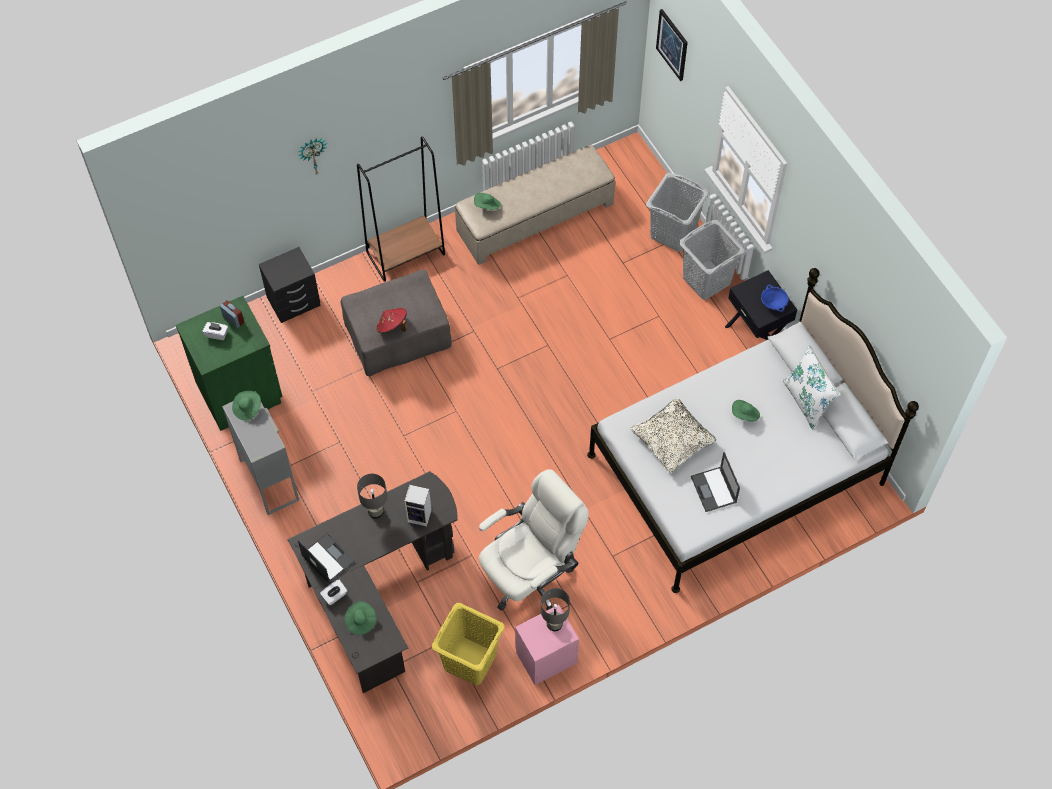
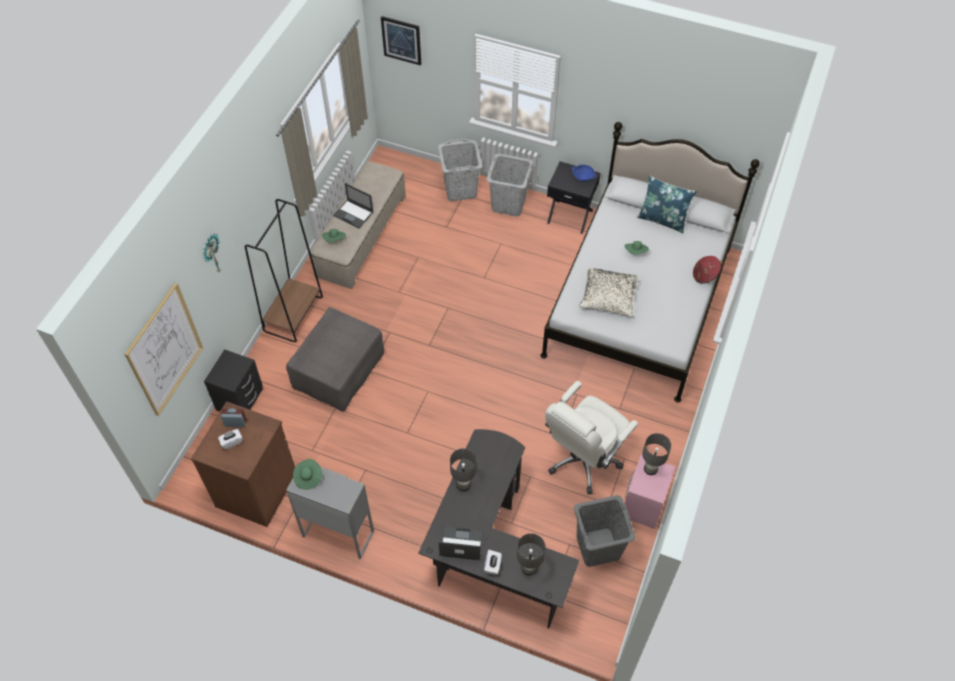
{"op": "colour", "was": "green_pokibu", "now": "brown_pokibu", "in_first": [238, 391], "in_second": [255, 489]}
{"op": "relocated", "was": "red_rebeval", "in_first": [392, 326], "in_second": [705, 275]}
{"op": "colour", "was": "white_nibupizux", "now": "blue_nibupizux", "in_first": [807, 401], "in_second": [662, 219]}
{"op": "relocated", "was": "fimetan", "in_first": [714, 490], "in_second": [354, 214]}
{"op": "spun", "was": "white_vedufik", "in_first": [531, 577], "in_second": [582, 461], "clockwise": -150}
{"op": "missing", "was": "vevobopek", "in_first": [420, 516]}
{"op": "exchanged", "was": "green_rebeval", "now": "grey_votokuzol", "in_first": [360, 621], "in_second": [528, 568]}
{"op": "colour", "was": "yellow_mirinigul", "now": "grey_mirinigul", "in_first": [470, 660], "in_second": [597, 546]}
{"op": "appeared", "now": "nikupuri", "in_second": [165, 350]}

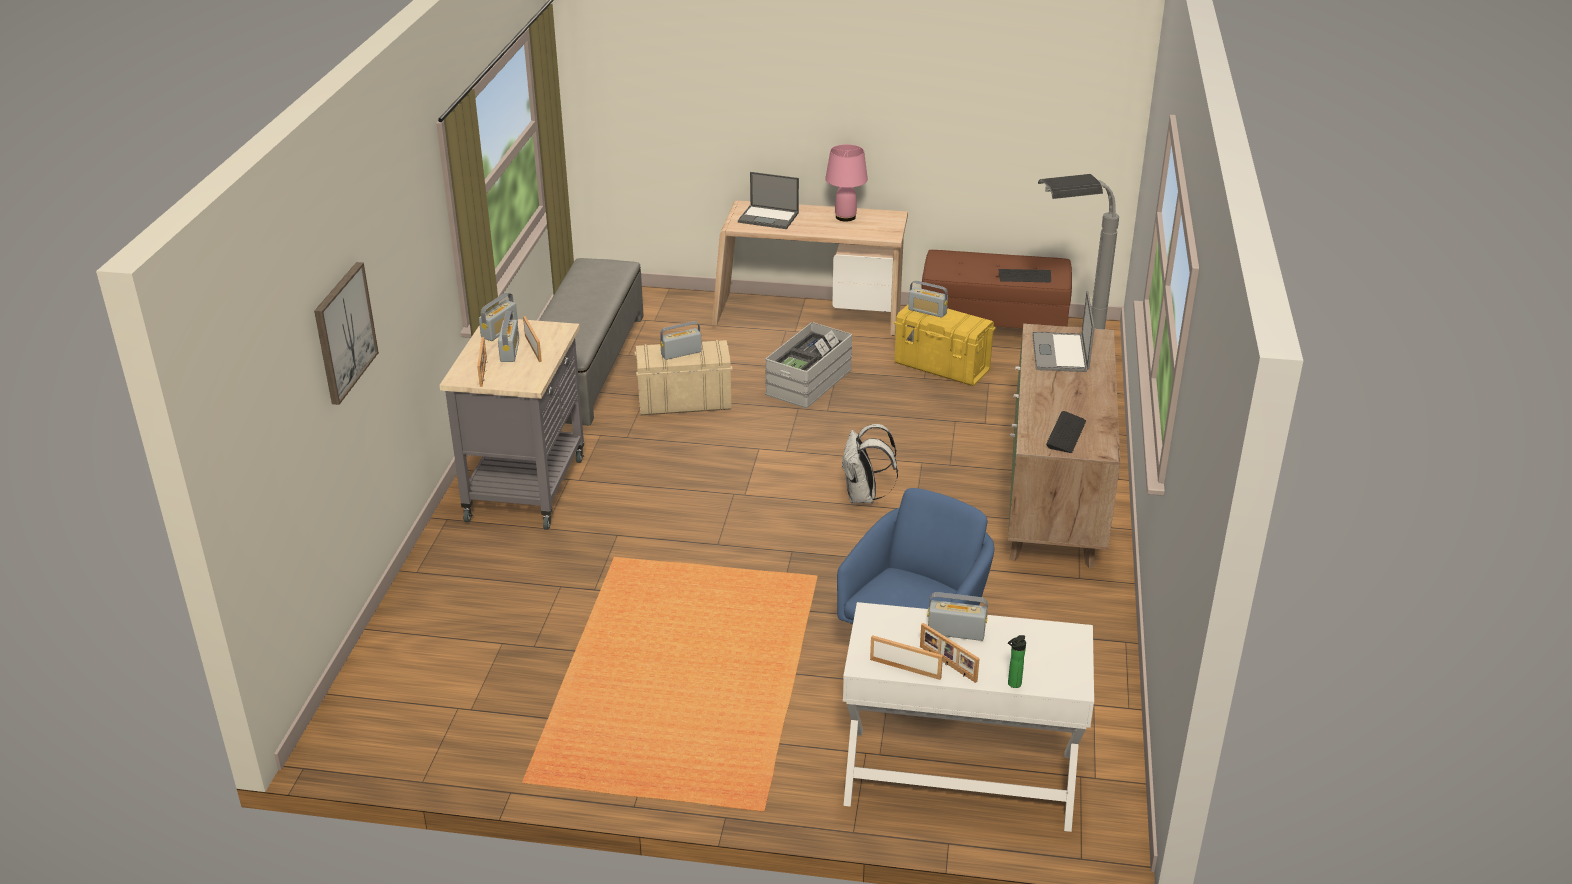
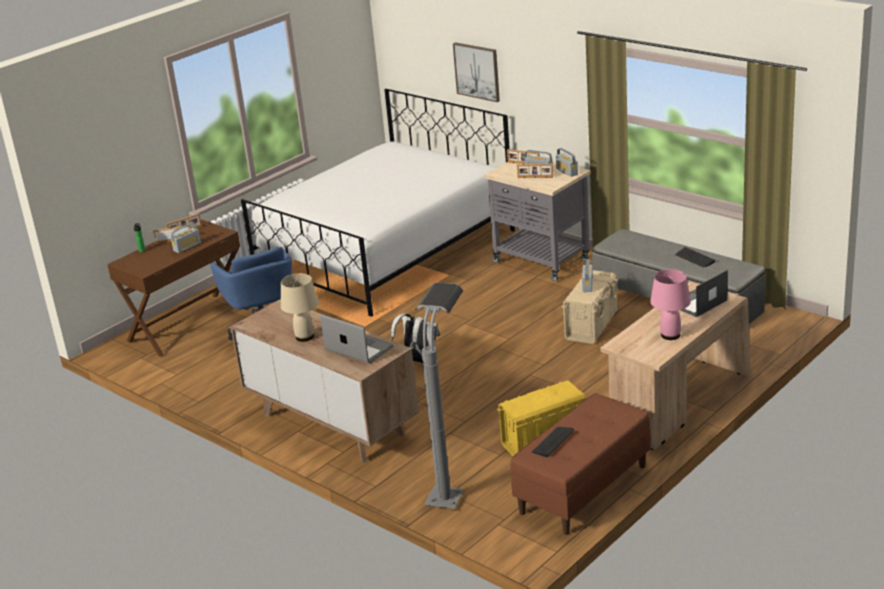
{"op": "missing", "was": "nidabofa", "in_first": [927, 311]}
{"op": "missing", "was": "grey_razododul", "in_first": [808, 381]}
{"op": "relocated", "was": "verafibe", "in_first": [1066, 434], "in_second": [695, 258]}
{"op": "colour", "was": "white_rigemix", "now": "brown_rigemix", "in_first": [959, 779], "in_second": [188, 324]}
{"op": "appeared", "now": "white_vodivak", "in_second": [386, 251]}
{"op": "appeared", "now": "beige_votokuzol", "in_second": [304, 337]}

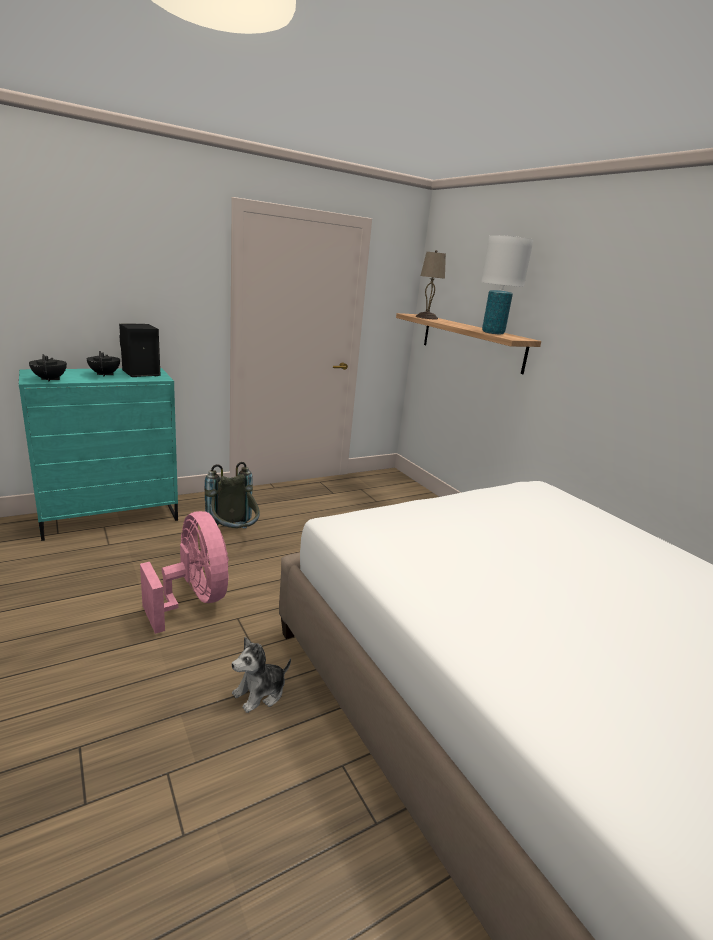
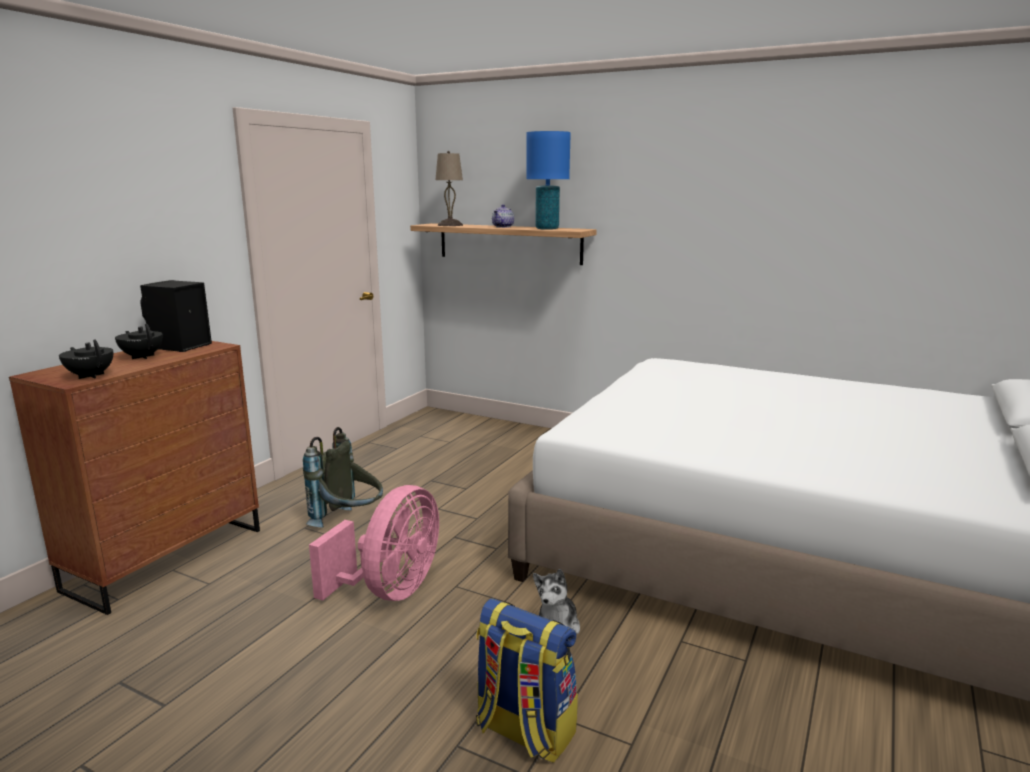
{"op": "colour", "was": "white_votokuzol", "now": "blue_votokuzol", "in_first": [493, 333], "in_second": [547, 229]}
{"op": "colour", "was": "turquoise_pokibu", "now": "brown_pokibu", "in_first": [110, 517], "in_second": [166, 558]}
{"op": "spun", "was": "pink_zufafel", "in_first": [193, 600], "in_second": [390, 590], "clockwise": 90}
{"op": "appeared", "now": "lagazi", "in_second": [503, 227]}
{"op": "appeared", "now": "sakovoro", "in_second": [523, 731]}

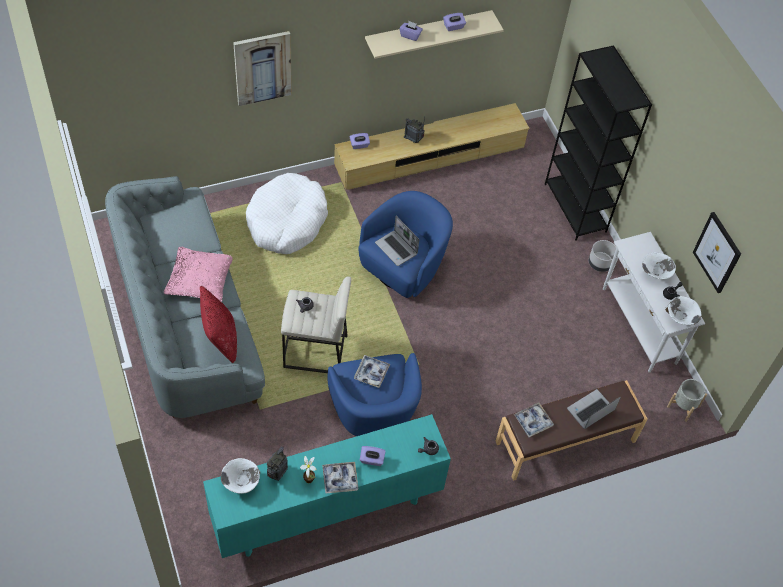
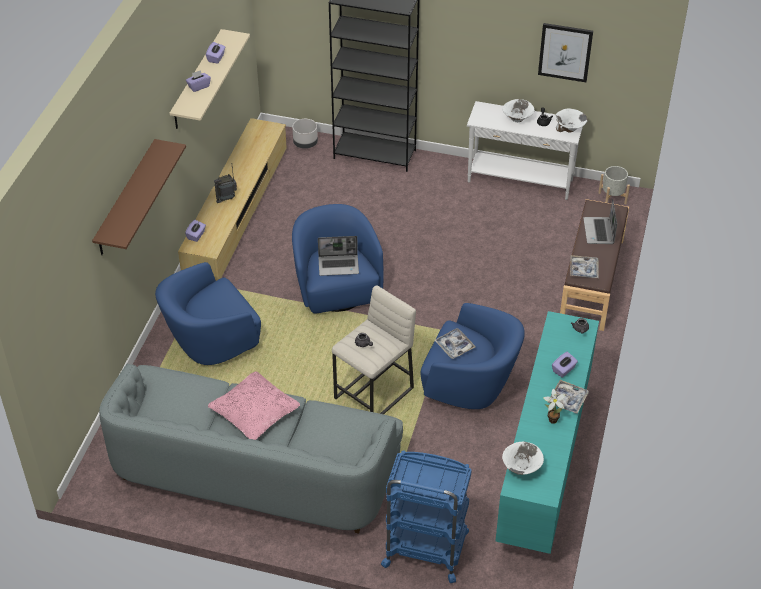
{"op": "exchanged", "was": "nikupuri", "now": "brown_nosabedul", "in_first": [262, 68], "in_second": [126, 198]}
{"op": "exchanged", "was": "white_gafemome", "now": "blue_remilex", "in_first": [287, 221], "in_second": [211, 342]}
{"op": "relocated", "was": "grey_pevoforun", "in_first": [600, 264], "in_second": [305, 143]}
{"op": "missing", "was": "red_nibupizux", "in_first": [220, 340]}
{"op": "missing", "was": "nidabofa", "in_first": [277, 473]}
{"op": "appeared", "now": "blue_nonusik", "in_second": [426, 549]}

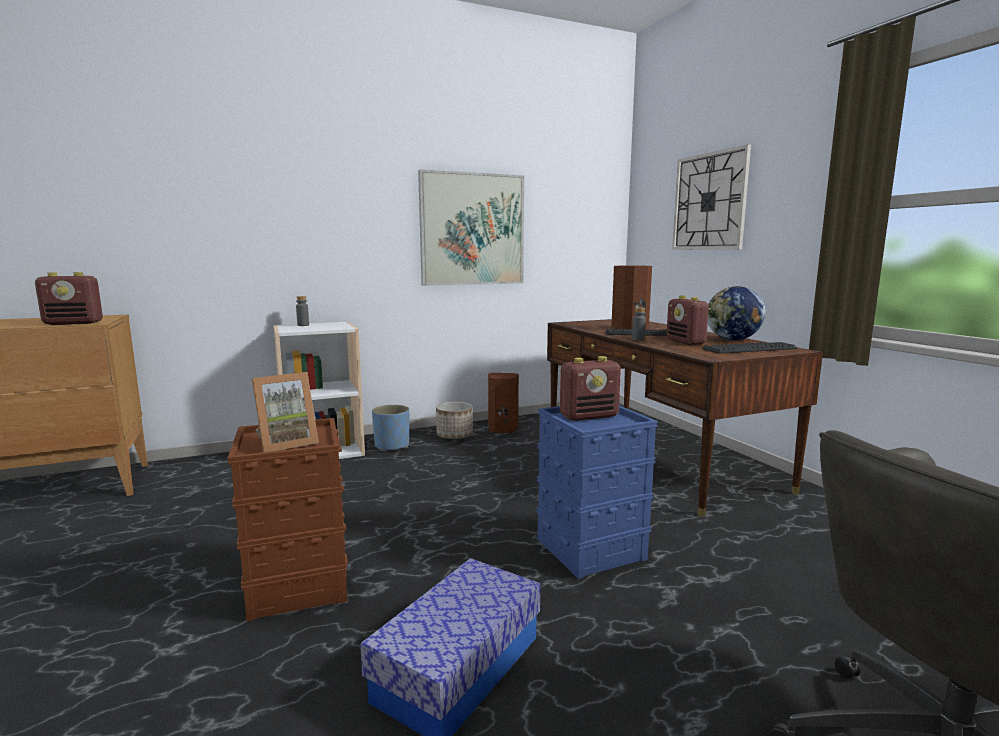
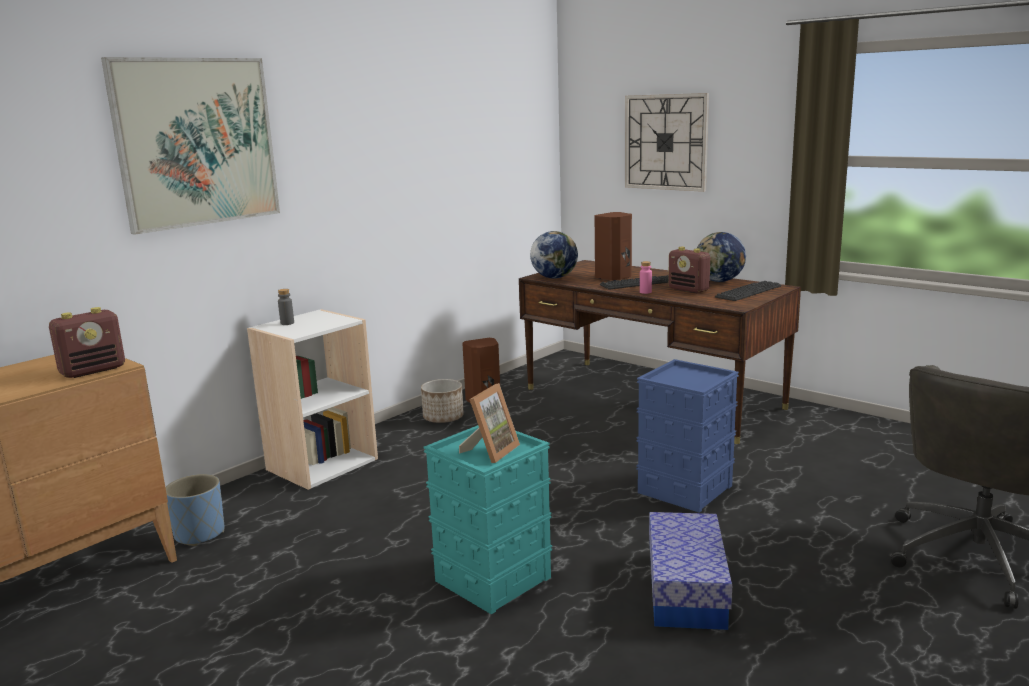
{"op": "relocated", "was": "nikupuri", "in_first": [472, 229], "in_second": [197, 142]}
{"op": "colour", "was": "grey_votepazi", "now": "pink_votepazi", "in_first": [638, 339], "in_second": [645, 292]}
{"op": "missing", "was": "nidabofa", "in_first": [589, 416]}
{"op": "relocated", "was": "blue_pevoforun", "in_first": [392, 446], "in_second": [199, 534]}
{"op": "colour", "was": "brown_razododul", "now": "turquoise_razododul", "in_first": [299, 584], "in_second": [493, 578]}
{"op": "appeared", "now": "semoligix", "in_second": [554, 277]}

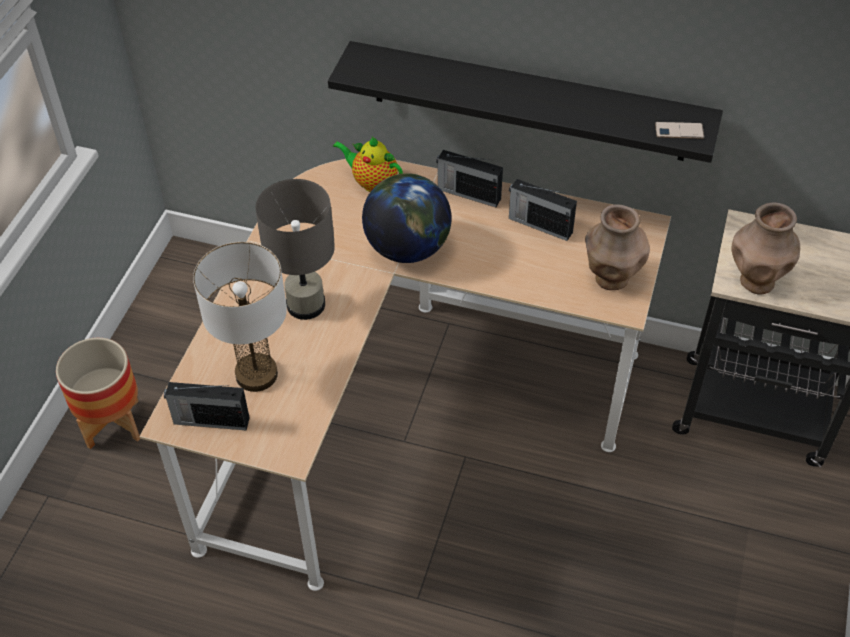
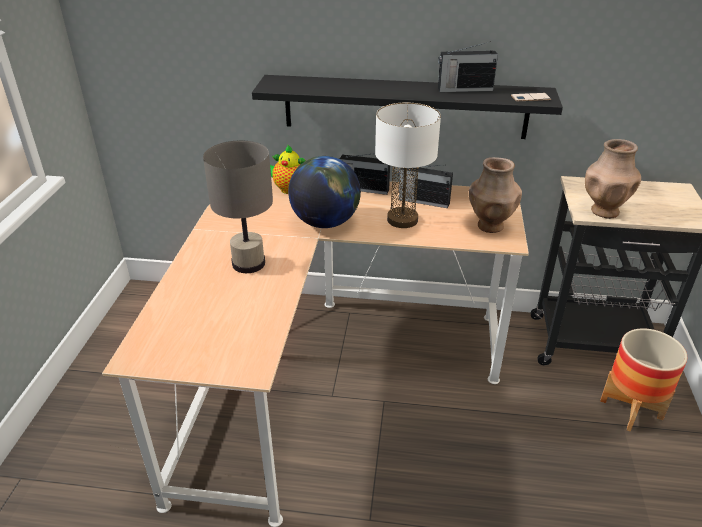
{"op": "relocated", "was": "votokuzol", "in_first": [256, 375], "in_second": [402, 220]}
{"op": "relocated", "was": "pevoforun", "in_first": [113, 424], "in_second": [631, 409]}
{"op": "relocated", "was": "nidabofa", "in_first": [210, 420], "in_second": [464, 89]}

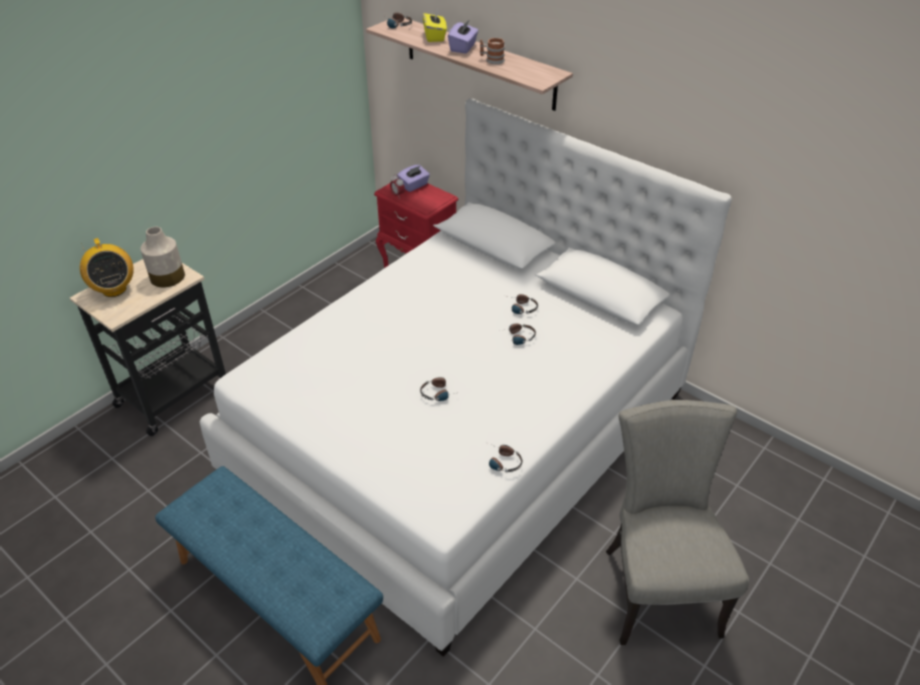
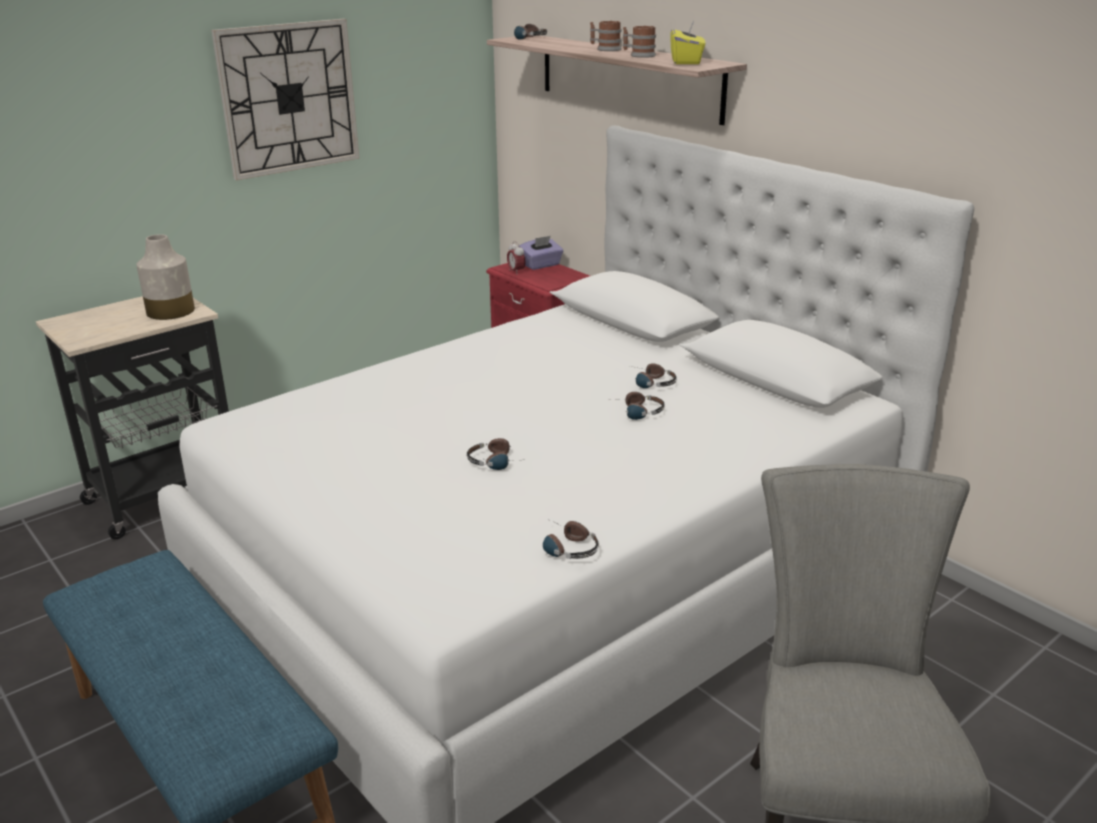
{"op": "relocated", "was": "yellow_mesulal", "in_first": [435, 36], "in_second": [686, 62]}
{"op": "exchanged", "was": "purple_mesulal", "now": "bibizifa", "in_first": [463, 47], "in_second": [605, 49]}
{"op": "missing", "was": "nidabofa", "in_first": [114, 289]}
{"op": "appeared", "now": "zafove", "in_second": [289, 98]}

